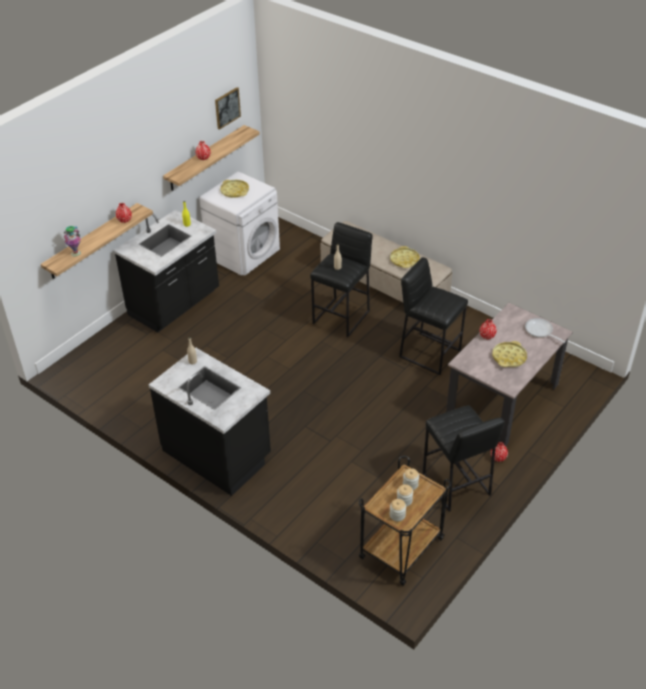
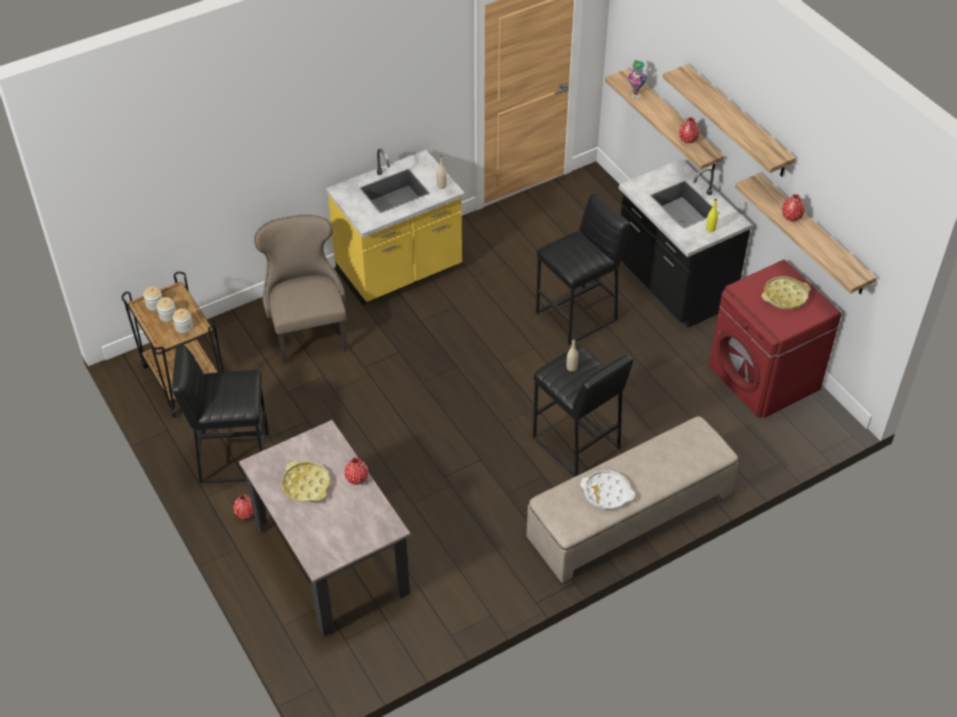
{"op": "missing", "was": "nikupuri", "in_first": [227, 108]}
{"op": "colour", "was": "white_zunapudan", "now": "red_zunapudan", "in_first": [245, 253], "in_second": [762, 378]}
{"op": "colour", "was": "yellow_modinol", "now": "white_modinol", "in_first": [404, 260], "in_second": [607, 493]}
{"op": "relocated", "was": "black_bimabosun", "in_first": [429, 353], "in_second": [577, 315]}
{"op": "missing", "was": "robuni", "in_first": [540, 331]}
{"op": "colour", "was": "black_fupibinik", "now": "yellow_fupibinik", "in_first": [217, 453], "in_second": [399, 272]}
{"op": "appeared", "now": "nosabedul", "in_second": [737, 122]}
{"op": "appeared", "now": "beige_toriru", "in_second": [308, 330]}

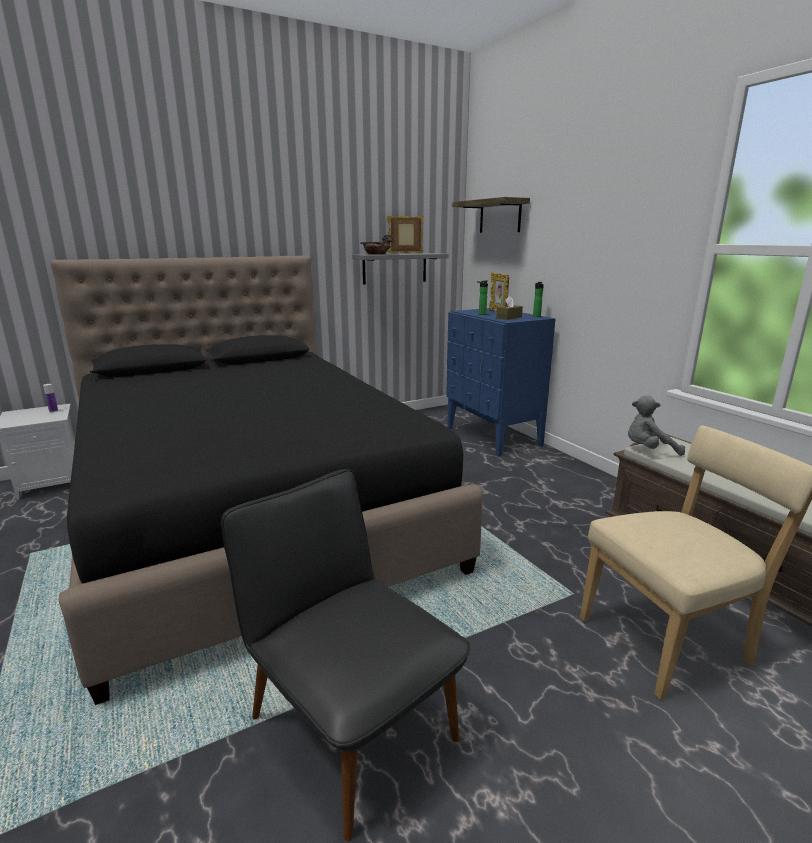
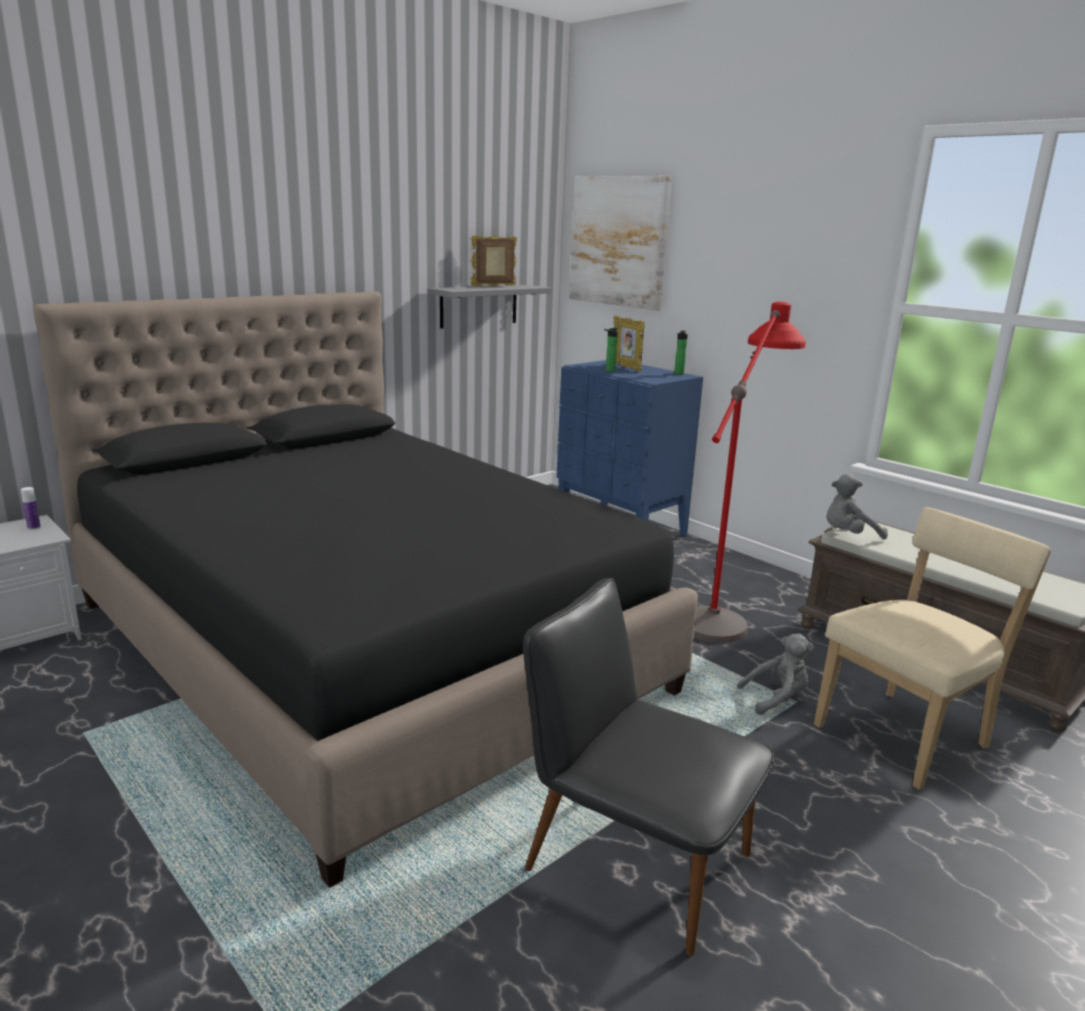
{"op": "exchanged", "was": "nosabedul", "now": "nikupuri", "in_first": [500, 216], "in_second": [618, 242]}
{"op": "missing", "was": "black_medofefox", "in_first": [376, 254]}
{"op": "missing", "was": "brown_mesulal", "in_first": [509, 317]}
{"op": "appeared", "now": "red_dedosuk", "in_second": [727, 607]}
{"op": "appeared", "now": "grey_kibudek", "in_second": [776, 699]}

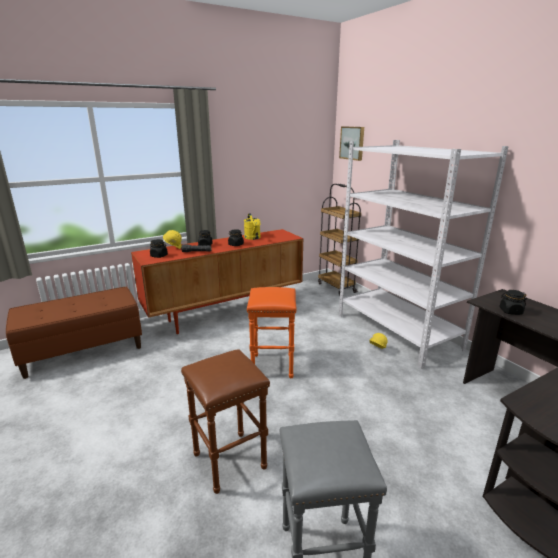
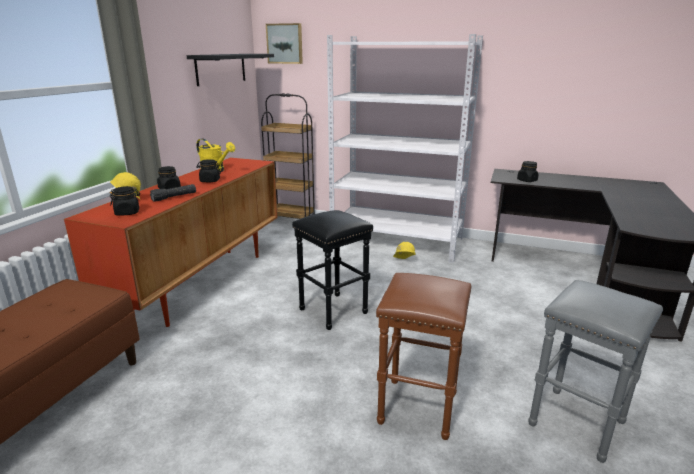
{"op": "colour", "was": "orange_bimabosun", "now": "black_bimabosun", "in_first": [273, 365], "in_second": [333, 310]}
{"op": "appeared", "now": "black_nosabedul", "in_second": [221, 68]}

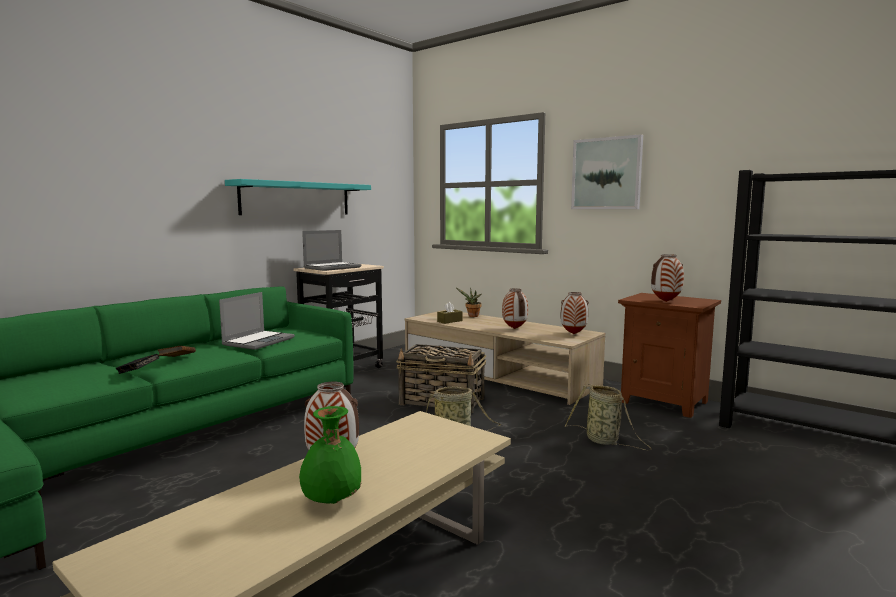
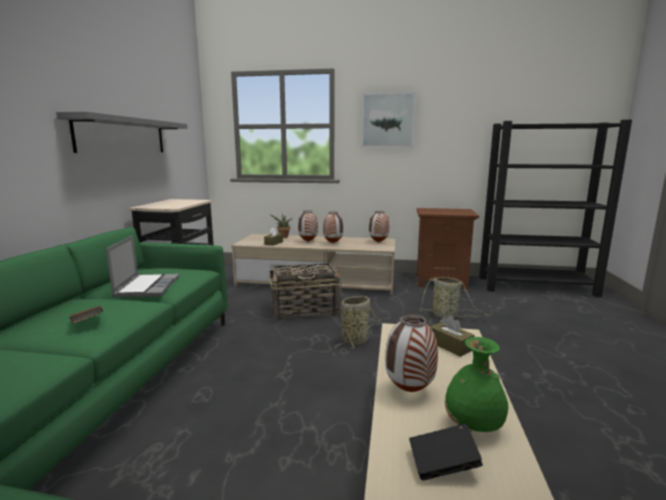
{"op": "colour", "was": "turquoise_nosabedul", "now": "grey_nosabedul", "in_first": [296, 199], "in_second": [123, 136]}
{"op": "missing", "was": "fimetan", "in_first": [332, 267]}
{"op": "relocated", "was": "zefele", "in_first": [666, 301], "in_second": [308, 241]}
{"op": "relocated", "was": "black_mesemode", "in_first": [138, 373], "in_second": [443, 465]}
{"op": "appeared", "now": "brown_mesulal", "in_second": [450, 346]}

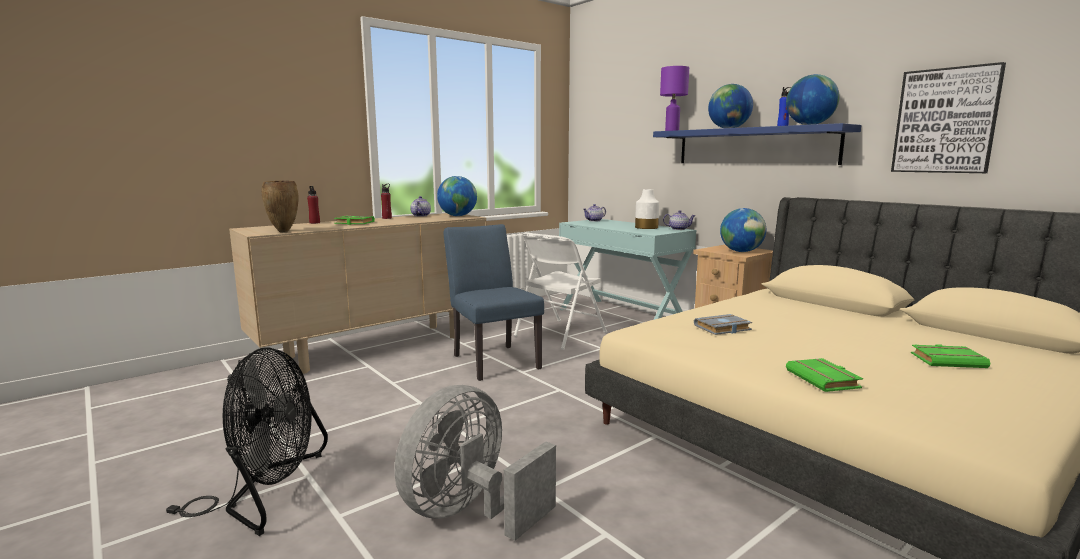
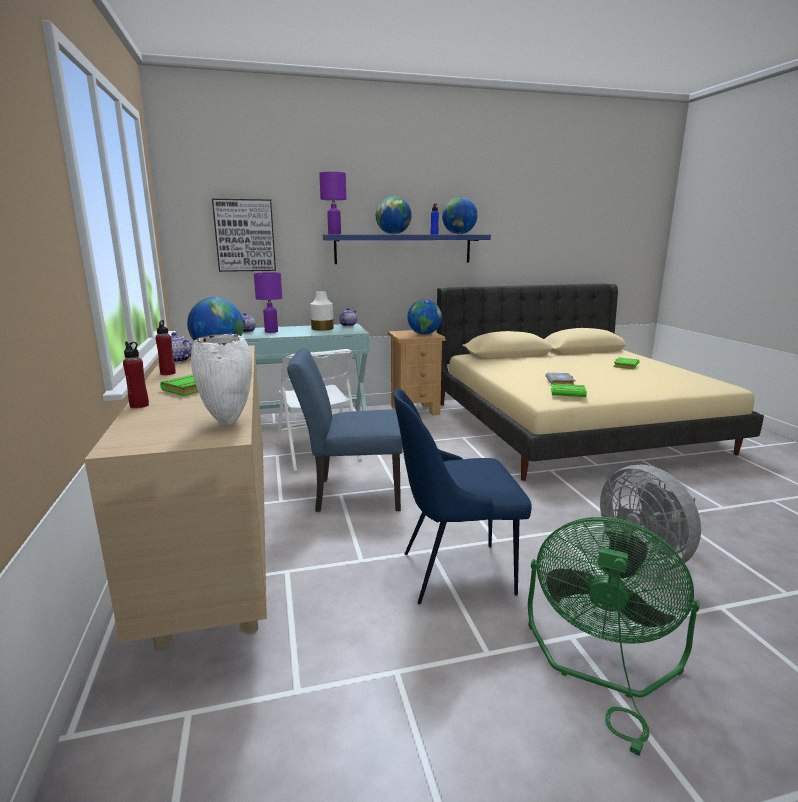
{"op": "relocated", "was": "nikupuri", "in_first": [945, 121], "in_second": [245, 235]}
{"op": "colour", "was": "brown_zefele", "now": "white_zefele", "in_first": [283, 231], "in_second": [229, 423]}
{"op": "colour", "was": "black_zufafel", "now": "green_zufafel", "in_first": [263, 493], "in_second": [603, 670]}
{"op": "relocated", "was": "green_mesemode", "in_first": [825, 380], "in_second": [568, 393]}
{"op": "appeared", "now": "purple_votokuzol", "in_second": [271, 331]}
{"op": "appeared", "now": "blue_toriru", "in_second": [456, 573]}

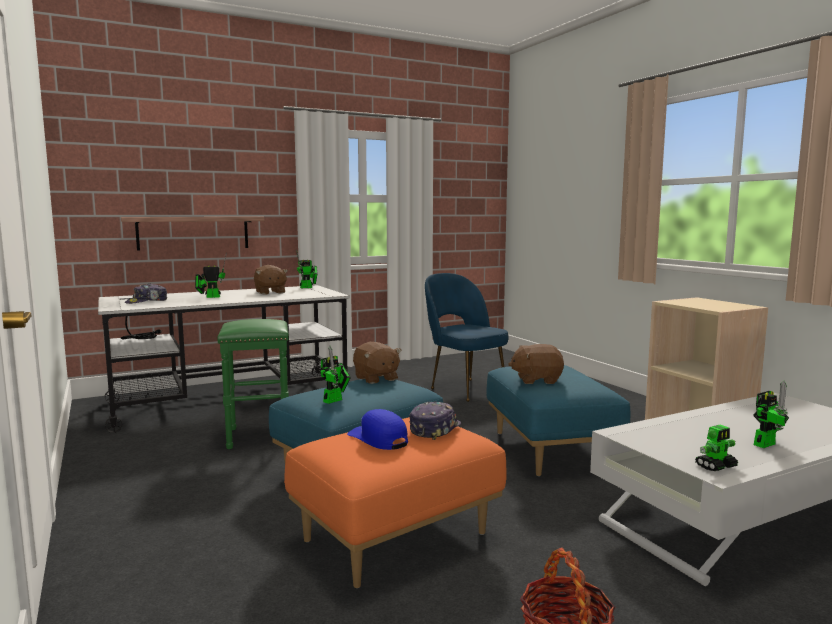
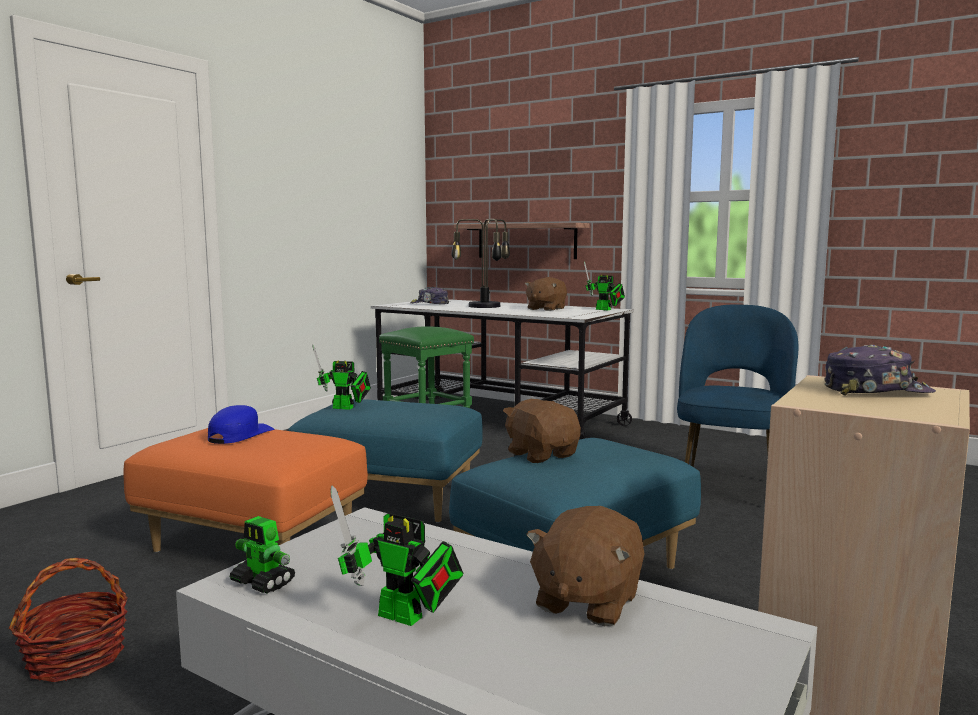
{"op": "exchanged", "was": "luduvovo", "now": "votokuzol", "in_first": [210, 297], "in_second": [484, 306]}
{"op": "relocated", "was": "brown_kibudek", "in_first": [376, 378], "in_second": [586, 601]}
{"op": "relocated", "was": "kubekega", "in_first": [434, 429], "in_second": [875, 390]}

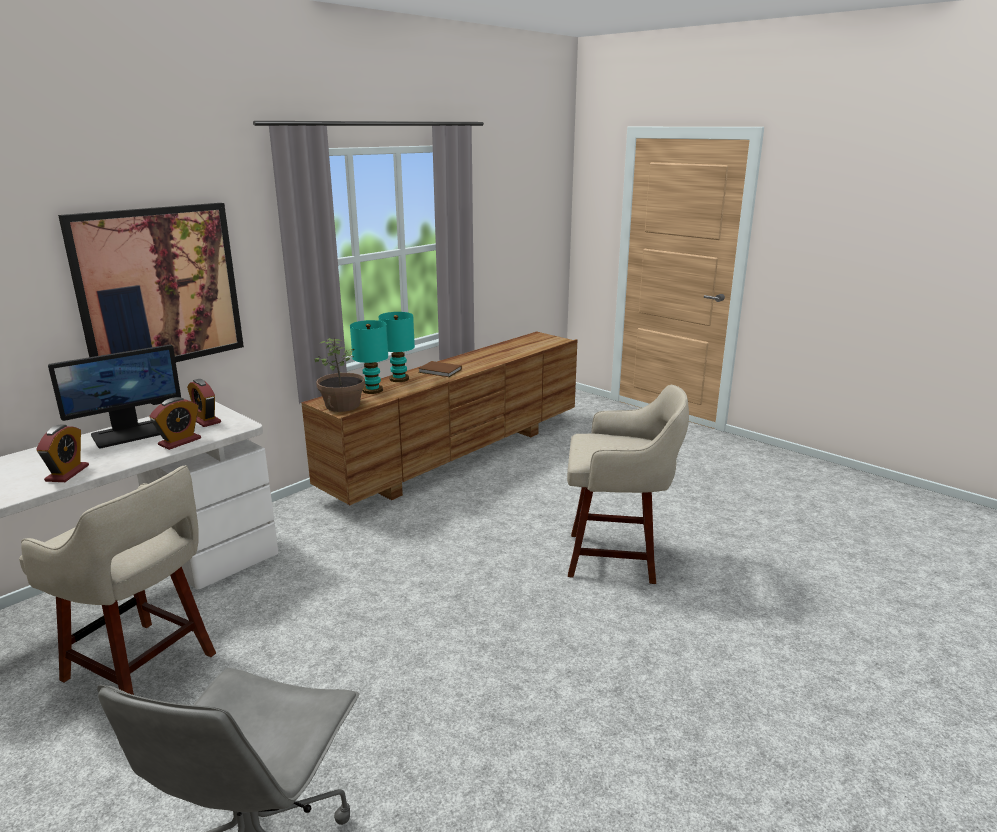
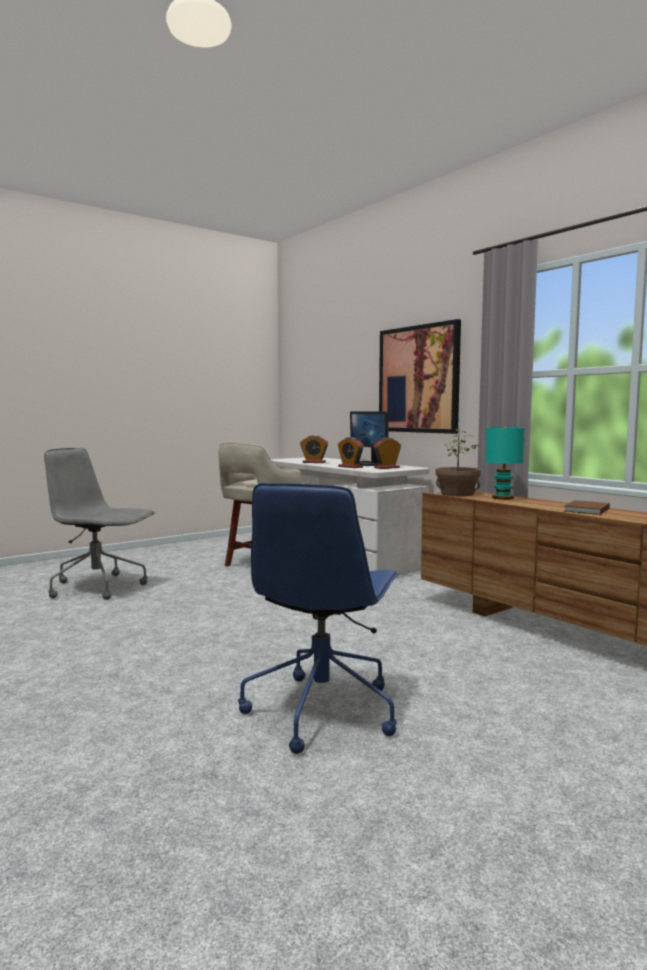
{"op": "missing", "was": "turquoise_votokuzol", "in_first": [399, 379]}
{"op": "exchanged", "was": "beige_bimabosun", "now": "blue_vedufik", "in_first": [616, 559], "in_second": [323, 708]}

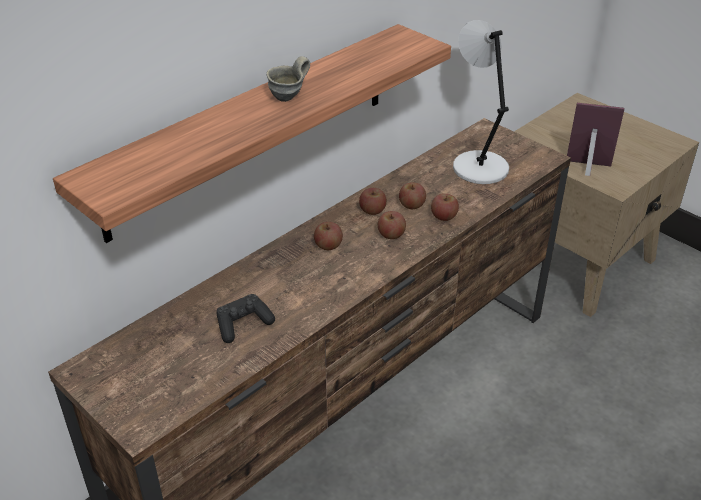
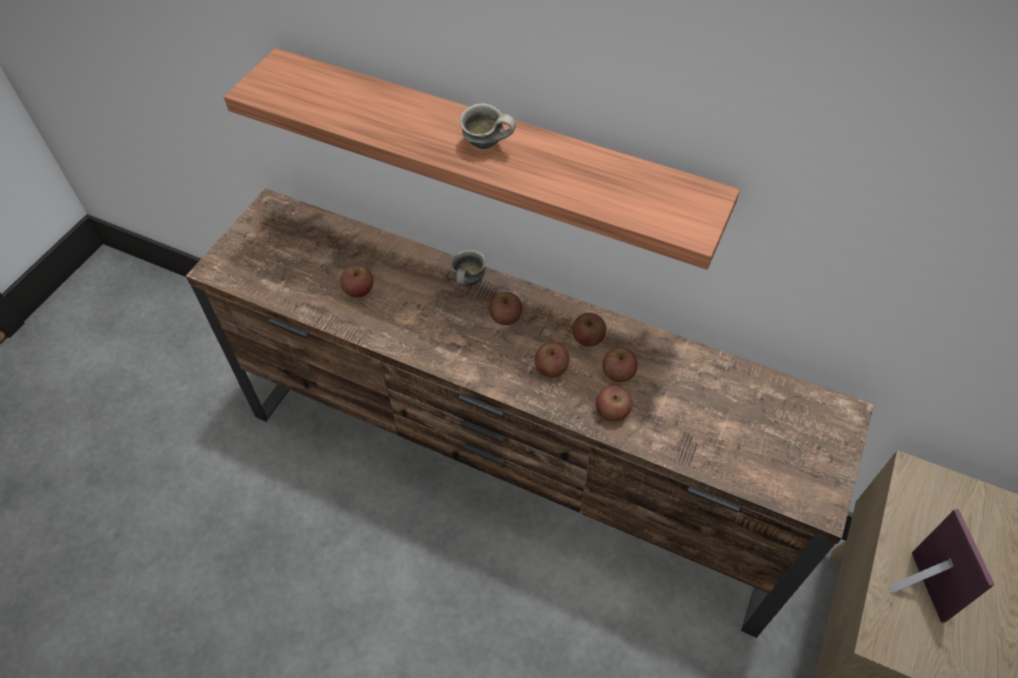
{"op": "missing", "was": "grey_votokuzol", "in_first": [478, 167]}
{"op": "exchanged", "was": "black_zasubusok", "now": "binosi", "in_first": [243, 325], "in_second": [359, 290]}
{"op": "appeared", "now": "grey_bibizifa", "in_second": [466, 282]}

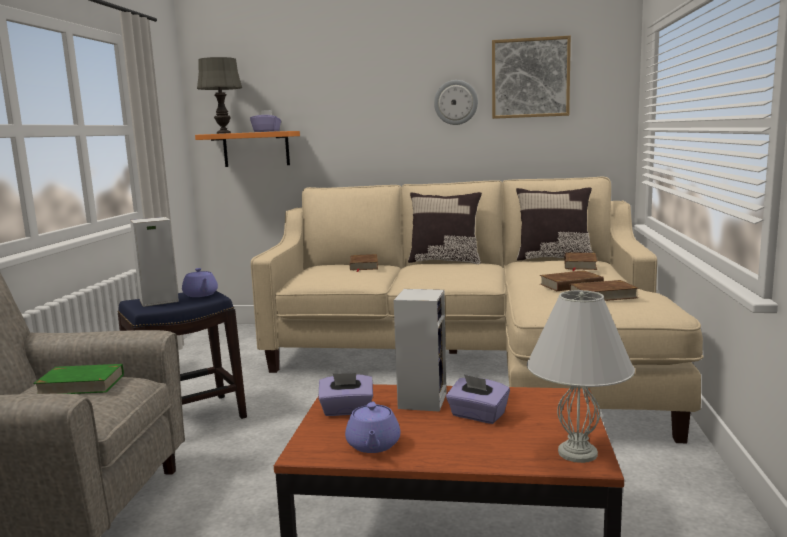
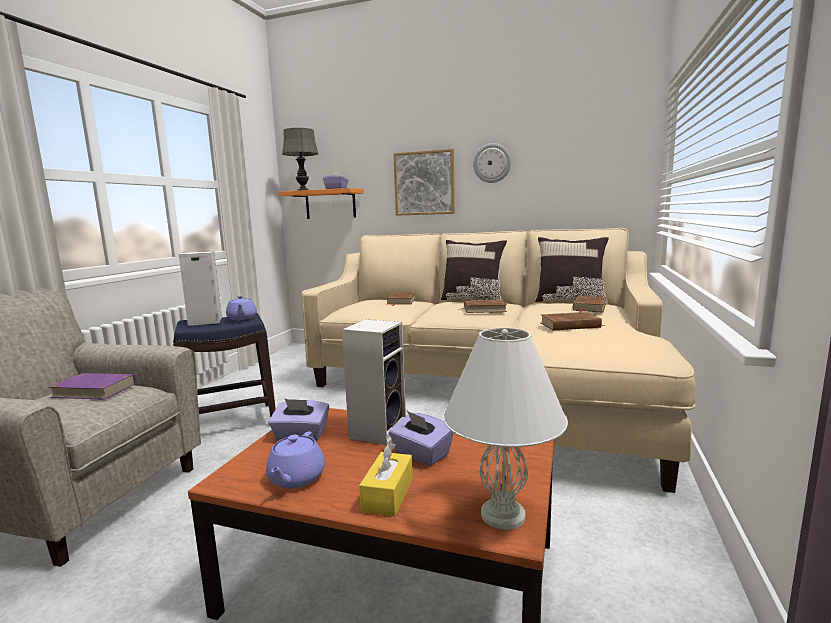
{"op": "relocated", "was": "nikupuri", "in_first": [530, 78], "in_second": [424, 183]}
{"op": "relocated", "was": "brown_mesemode", "in_first": [602, 295], "in_second": [484, 309]}
{"op": "colour", "was": "green_mesemode", "now": "purple_mesemode", "in_first": [81, 384], "in_second": [94, 390]}
{"op": "appeared", "now": "yellow_mesulal", "in_second": [388, 494]}

